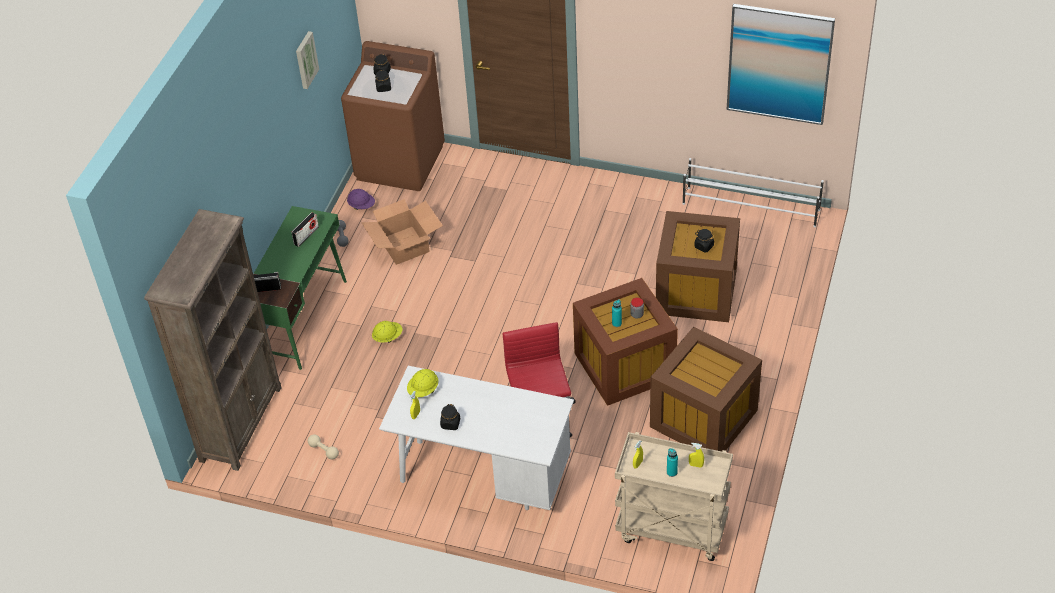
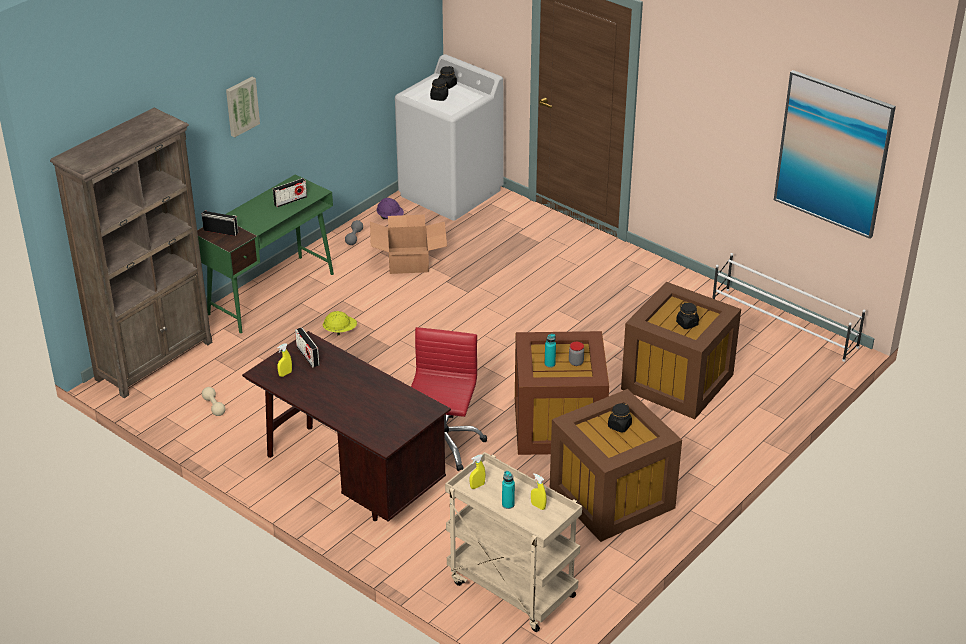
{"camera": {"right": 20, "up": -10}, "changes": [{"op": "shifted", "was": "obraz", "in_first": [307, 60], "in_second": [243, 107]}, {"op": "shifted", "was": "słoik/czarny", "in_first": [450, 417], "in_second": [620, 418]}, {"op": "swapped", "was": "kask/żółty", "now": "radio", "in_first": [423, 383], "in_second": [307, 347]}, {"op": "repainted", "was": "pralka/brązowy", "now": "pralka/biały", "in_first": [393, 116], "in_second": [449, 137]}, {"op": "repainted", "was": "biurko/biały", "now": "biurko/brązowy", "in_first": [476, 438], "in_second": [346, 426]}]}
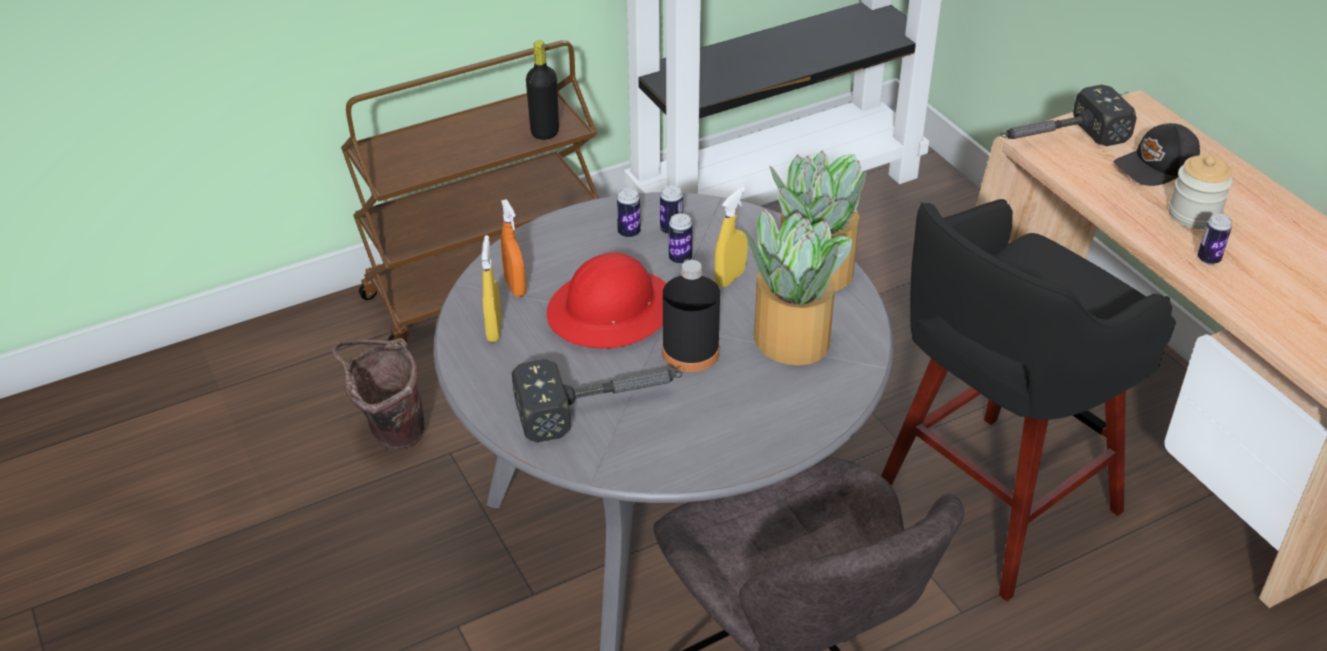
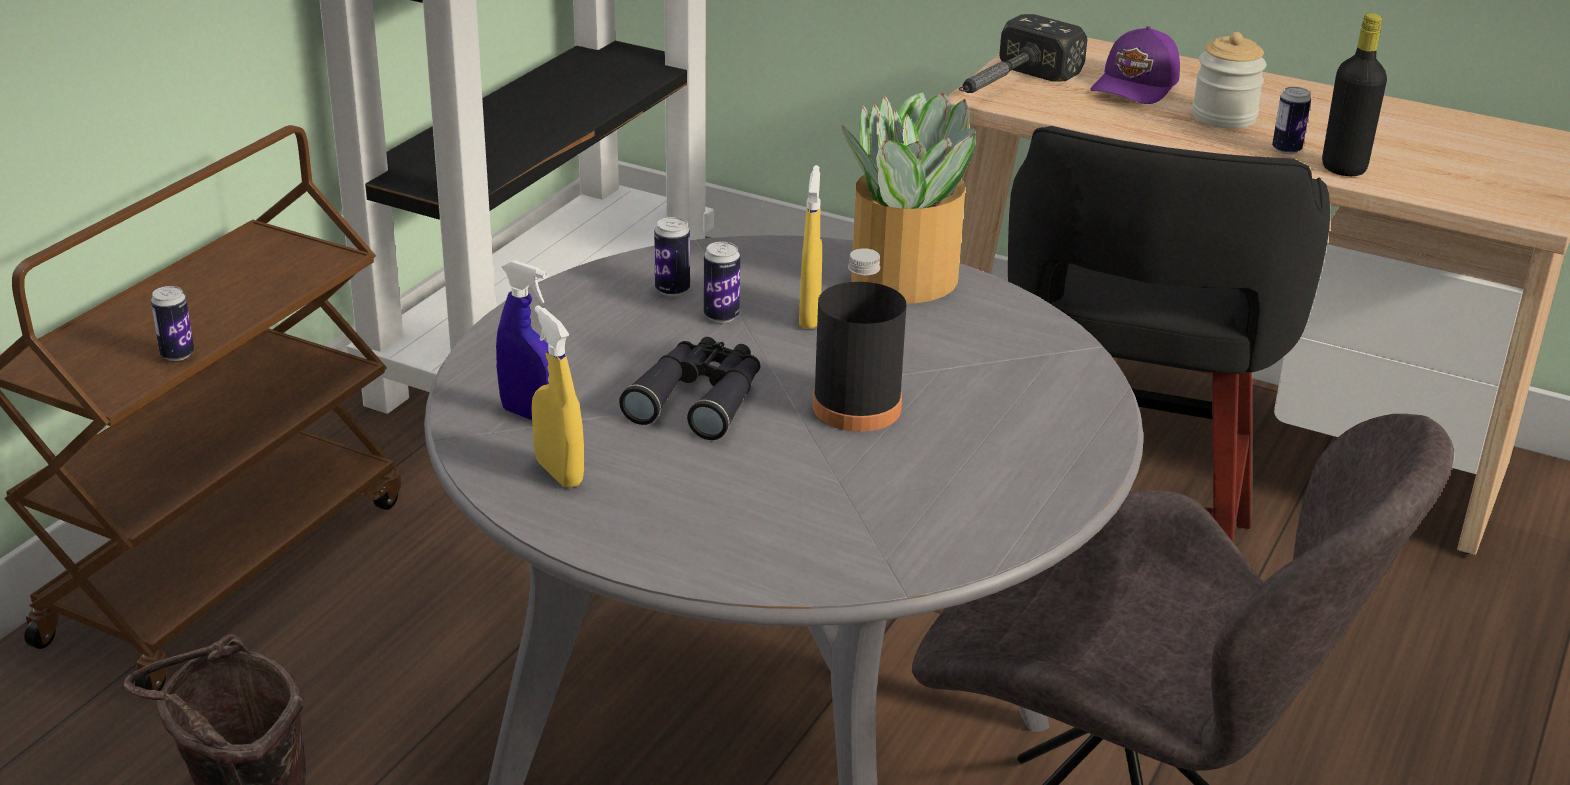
{"camera": {"right": -35, "up": -10}, "changes": [{"op": "gone", "was": "młotek", "in_first": [597, 400]}, {"op": "gone", "was": "roślina doniczkowa", "in_first": [798, 287]}, {"op": "shifted", "was": "butelka/czarny", "in_first": [542, 90], "in_second": [1354, 94]}, {"op": "shifted", "was": "puszka", "in_first": [629, 213], "in_second": [172, 323]}, {"op": "swapped", "was": "kask/czerwony", "now": "lornetka/czarny", "in_first": [606, 300], "in_second": [689, 388]}, {"op": "repainted", "was": "spryskiwacz/pomarańczowy", "now": "spryskiwacz/niebieski", "in_first": [513, 248], "in_second": [522, 340]}, {"op": "repainted", "was": "czapka z daszkiem/czarny", "now": "czapka z daszkiem/fioletowy", "in_first": [1156, 154], "in_second": [1135, 65]}]}
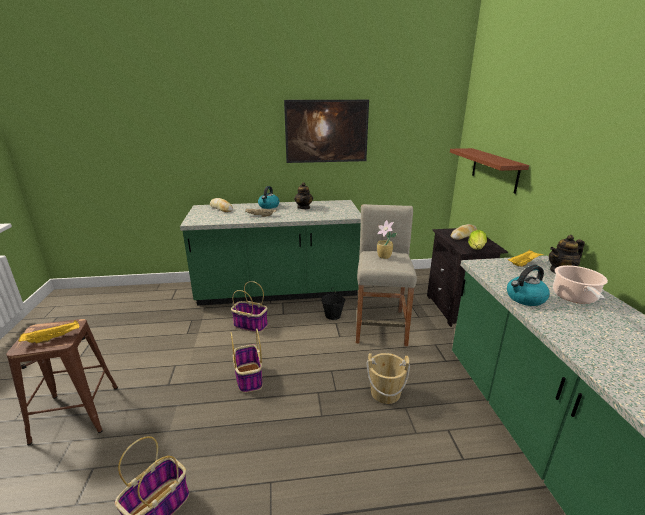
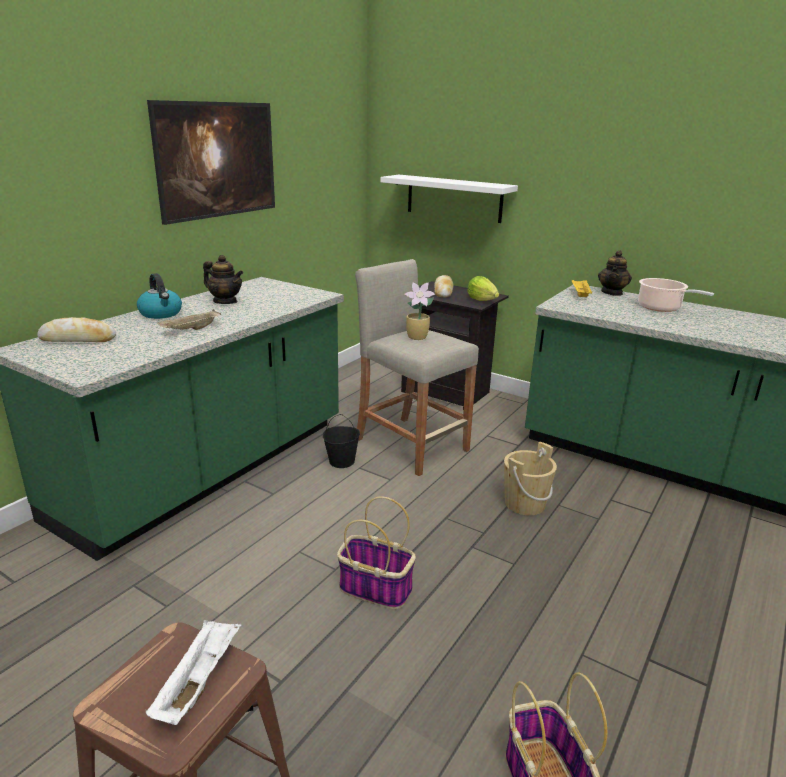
{"camera": {"right": -50, "up": 0}, "changes": [{"op": "gone", "was": "koszyk", "in_first": [249, 307]}, {"op": "gone", "was": "czajnik", "in_first": [528, 285]}, {"op": "repainted", "was": "taca/żółty", "now": "taca/biały", "in_first": [48, 331], "in_second": [193, 672]}, {"op": "repainted", "was": "półka/brązowy", "now": "półka/biały", "in_first": [489, 171], "in_second": [449, 199]}]}
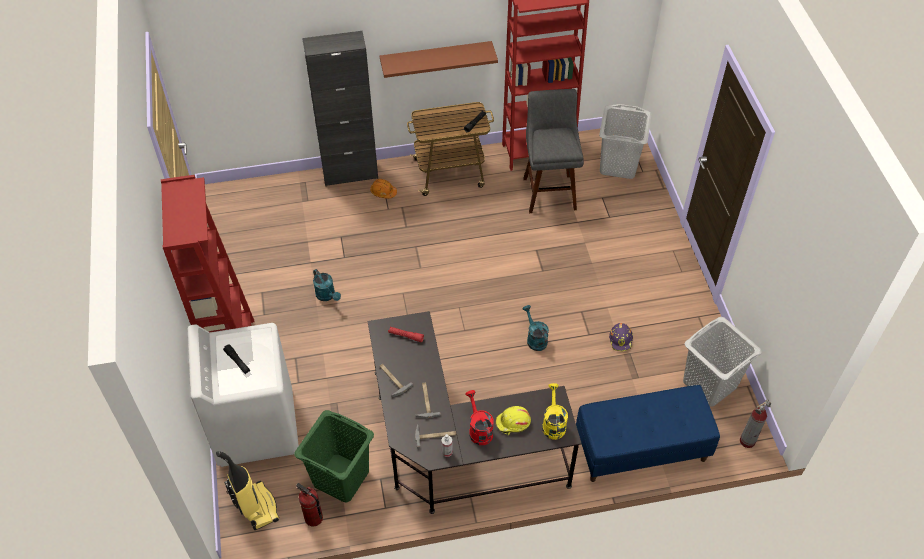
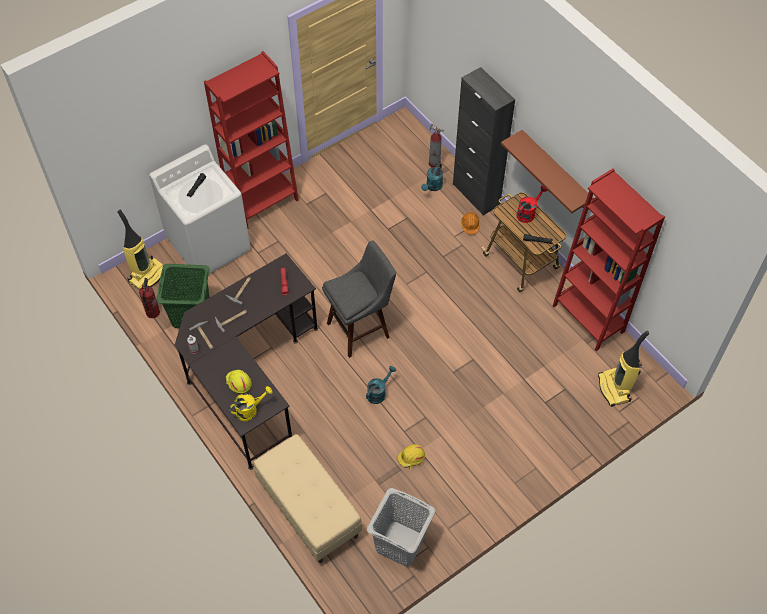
{"camera": {"right": 65, "up": 5}, "changes": [{"op": "shifted", "was": "konewka/turkusowy", "in_first": [327, 285], "in_second": [432, 177]}, {"op": "shifted", "was": "konewka/czerwony", "in_first": [480, 417], "in_second": [532, 204]}, {"op": "shifted", "was": "stołek/szary", "in_first": [553, 151], "in_second": [359, 299]}, {"op": "shifted", "was": "gaśnica", "in_first": [755, 423], "in_second": [436, 145]}, {"op": "swapped", "was": "kosz na pranie/szary", "now": "odkurzacz", "in_first": [625, 141], "in_second": [623, 369]}, {"op": "repainted", "was": "ławka/niebieski", "now": "ławka/beżowy", "in_first": [648, 433], "in_second": [307, 498]}, {"op": "repainted", "was": "kask/fioletowy", "now": "kask/żółty", "in_first": [621, 337], "in_second": [411, 456]}]}
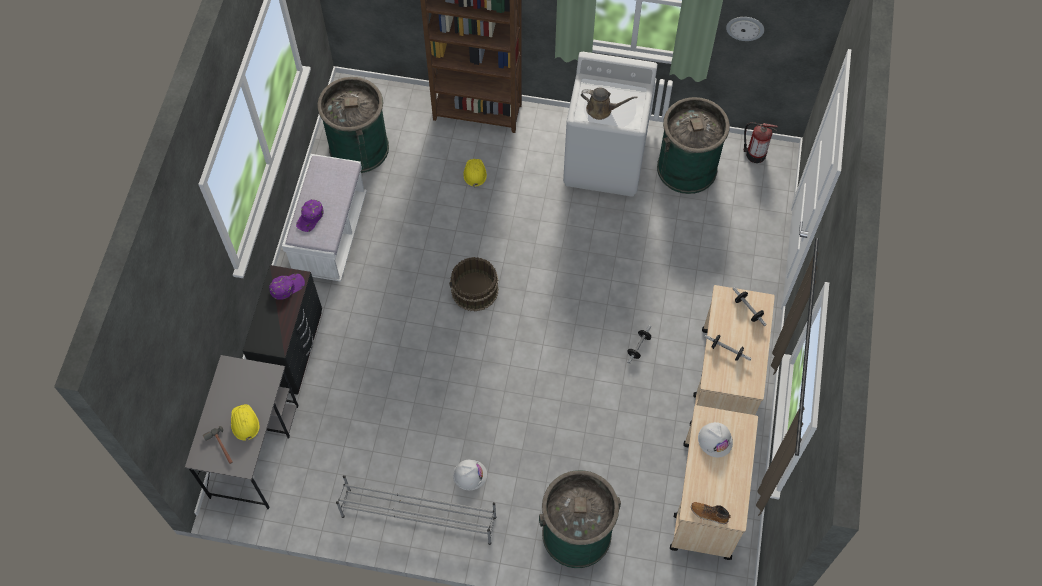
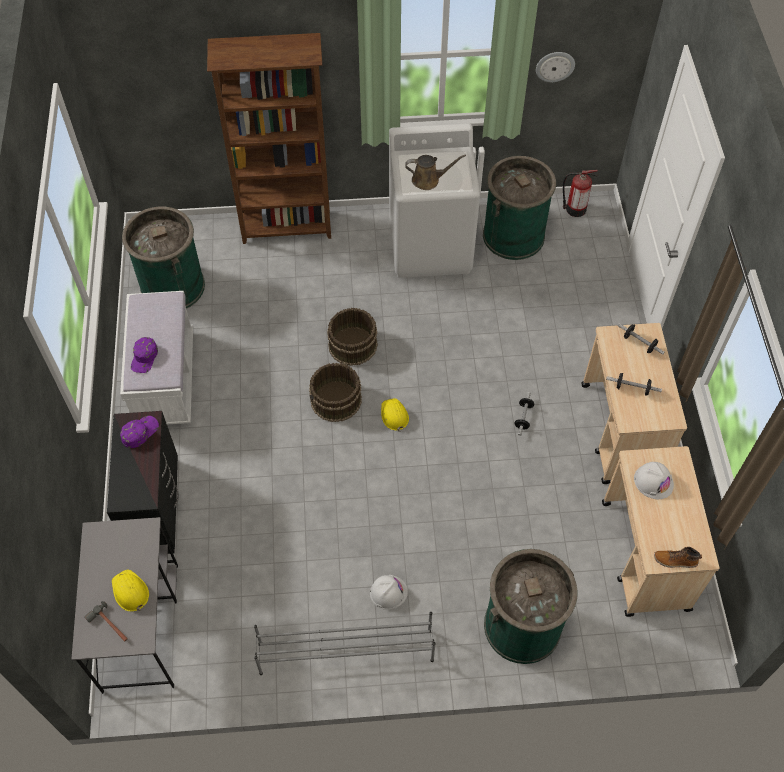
{"camera": {"right": -15, "up": -5}, "changes": [{"op": "new", "now": "wiadro/brązowy", "in_second": [352, 337]}, {"op": "shifted", "was": "kask/żółty", "in_first": [475, 173], "in_second": [395, 415]}]}
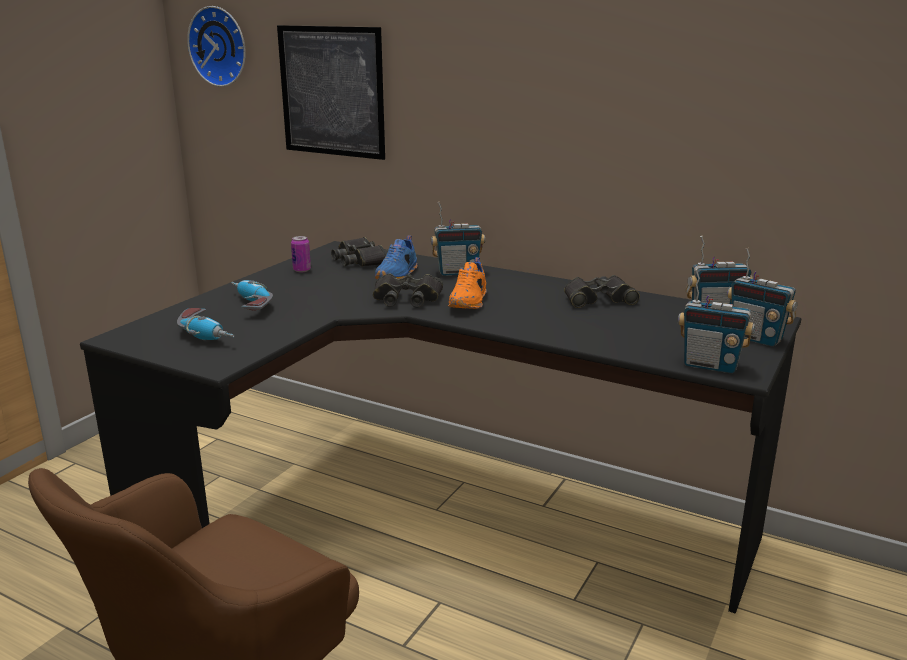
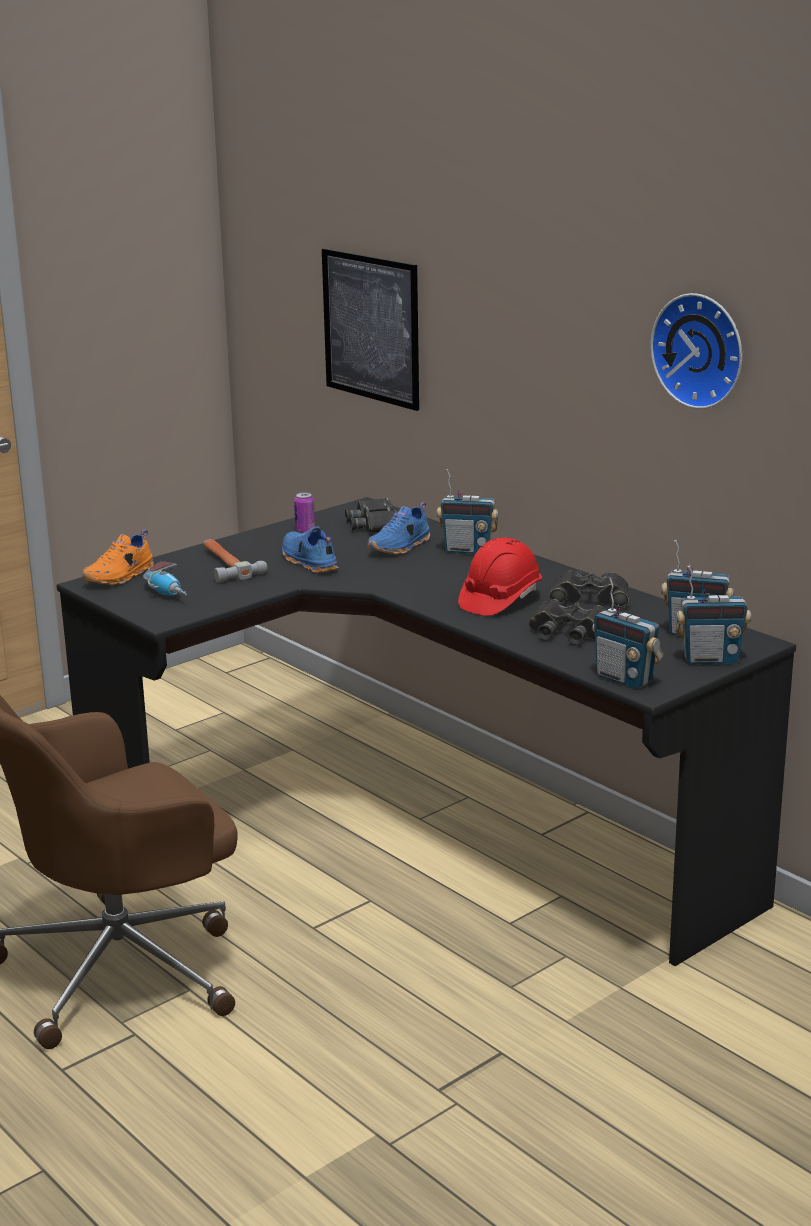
{"camera": {"right": 20, "up": 0}, "changes": [{"op": "new", "now": "but/niebieski", "in_second": [310, 549]}, {"op": "new", "now": "kask/czerwony", "in_second": [500, 576]}, {"op": "shifted", "was": "zegar ścienny", "in_first": [216, 46], "in_second": [696, 351]}, {"op": "shifted", "was": "lornetka/czarny", "in_first": [408, 290], "in_second": [568, 622]}, {"op": "shifted", "was": "but/pomarańczowy", "in_first": [467, 283], "in_second": [118, 557]}, {"op": "swapped", "was": "wiertarka", "now": "młotek", "in_first": [252, 295], "in_second": [235, 561]}, {"op": "rotated", "was": "radio", "in_first": [762, 297], "in_second": [713, 615], "clockwise": -60}]}
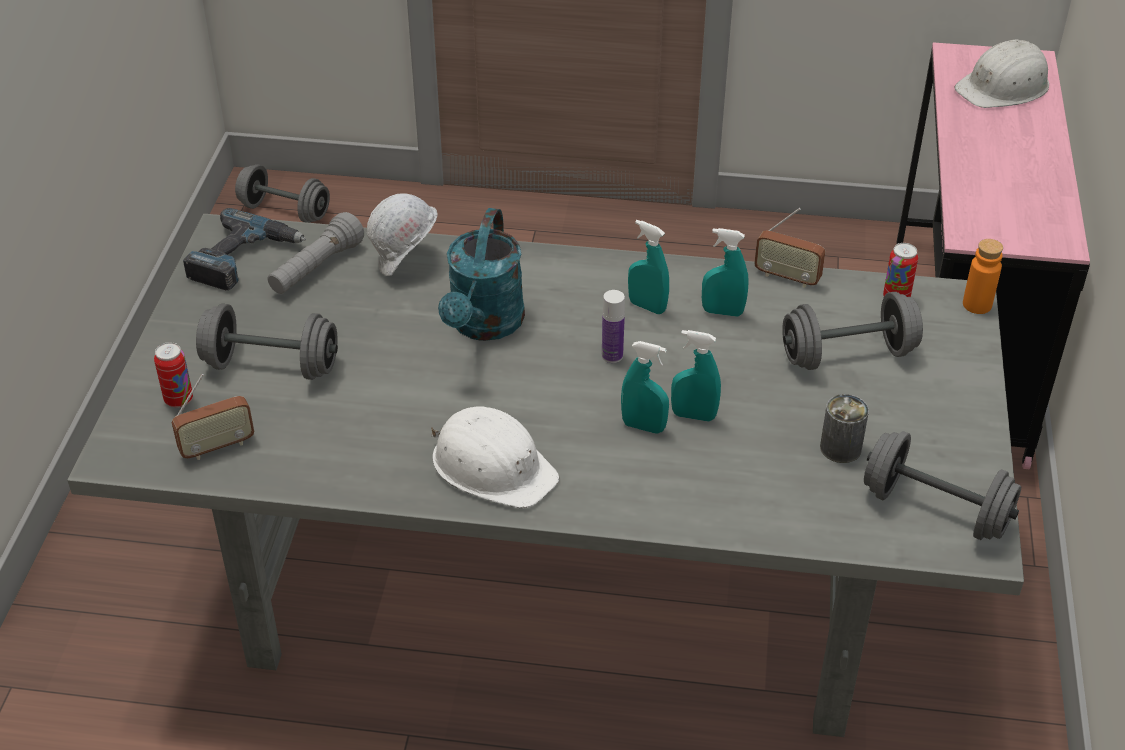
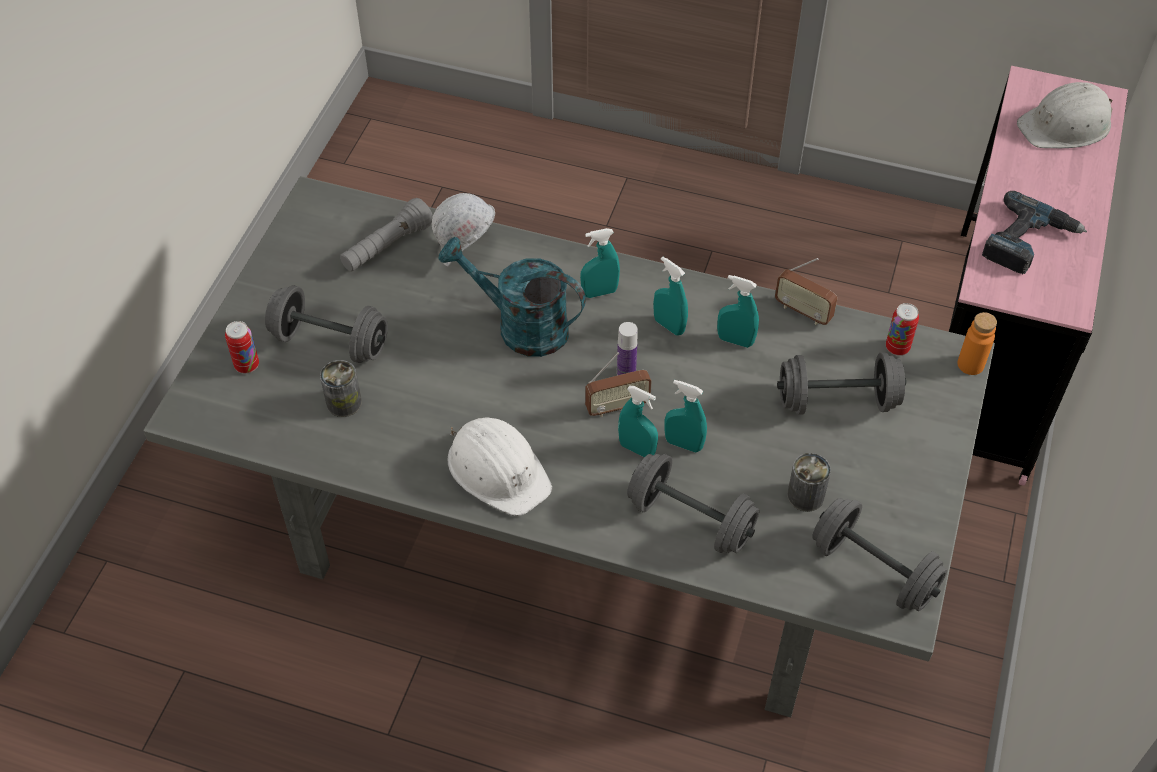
{"camera": {"right": 10, "up": 10}, "changes": [{"op": "new", "now": "puszka", "in_second": [341, 388]}, {"op": "new", "now": "spryskiwacz/turkusowy", "in_second": [600, 263]}, {"op": "shifted", "was": "radio", "in_first": [213, 417], "in_second": [618, 384]}, {"op": "shifted", "was": "wiertarka", "in_first": [244, 249], "in_second": [1034, 232]}, {"op": "shifted", "was": "hantel/szary", "in_first": [282, 193], "in_second": [693, 503]}, {"op": "rotated", "was": "konewka/turkusowy", "in_first": [481, 274], "in_second": [512, 297], "clockwise": 90}]}
